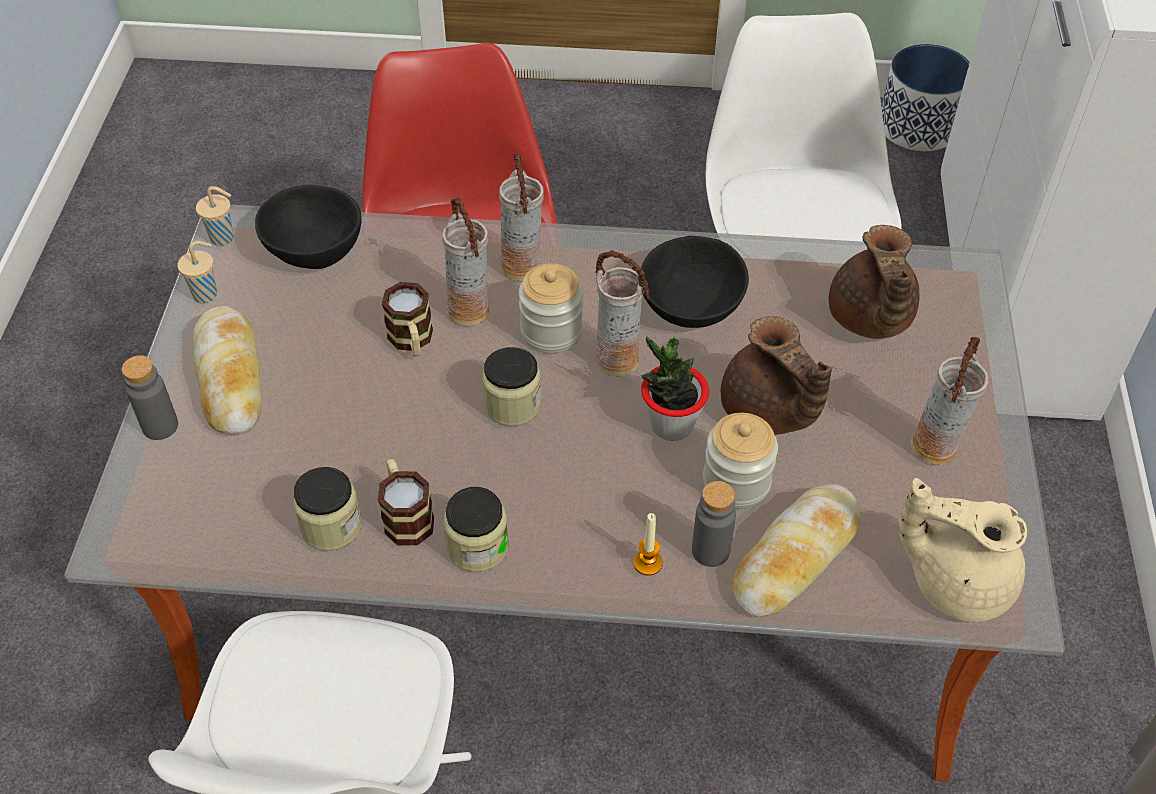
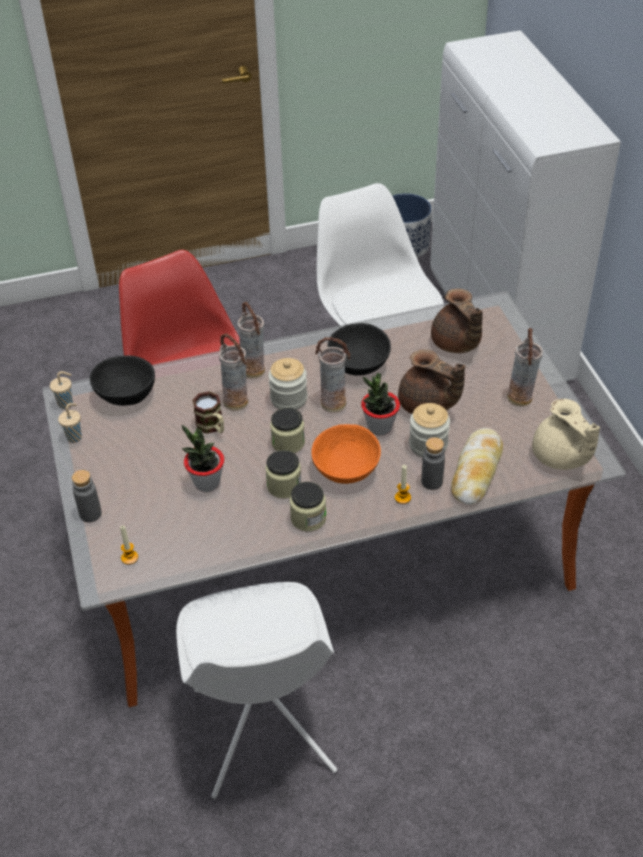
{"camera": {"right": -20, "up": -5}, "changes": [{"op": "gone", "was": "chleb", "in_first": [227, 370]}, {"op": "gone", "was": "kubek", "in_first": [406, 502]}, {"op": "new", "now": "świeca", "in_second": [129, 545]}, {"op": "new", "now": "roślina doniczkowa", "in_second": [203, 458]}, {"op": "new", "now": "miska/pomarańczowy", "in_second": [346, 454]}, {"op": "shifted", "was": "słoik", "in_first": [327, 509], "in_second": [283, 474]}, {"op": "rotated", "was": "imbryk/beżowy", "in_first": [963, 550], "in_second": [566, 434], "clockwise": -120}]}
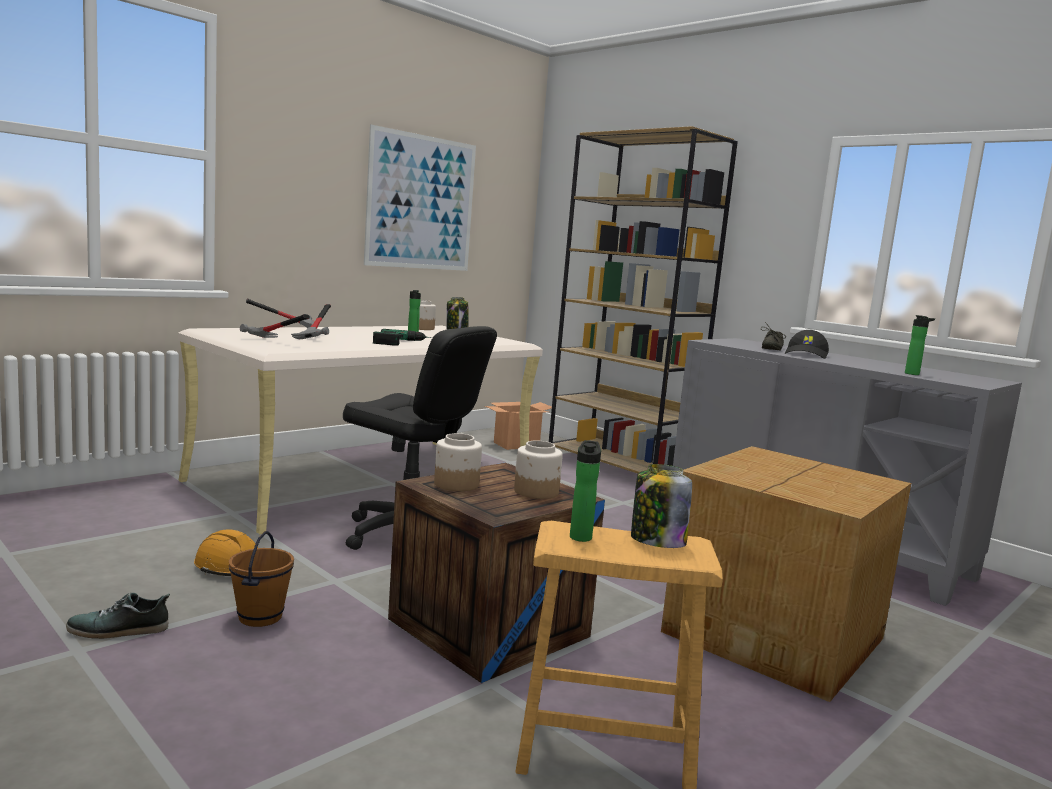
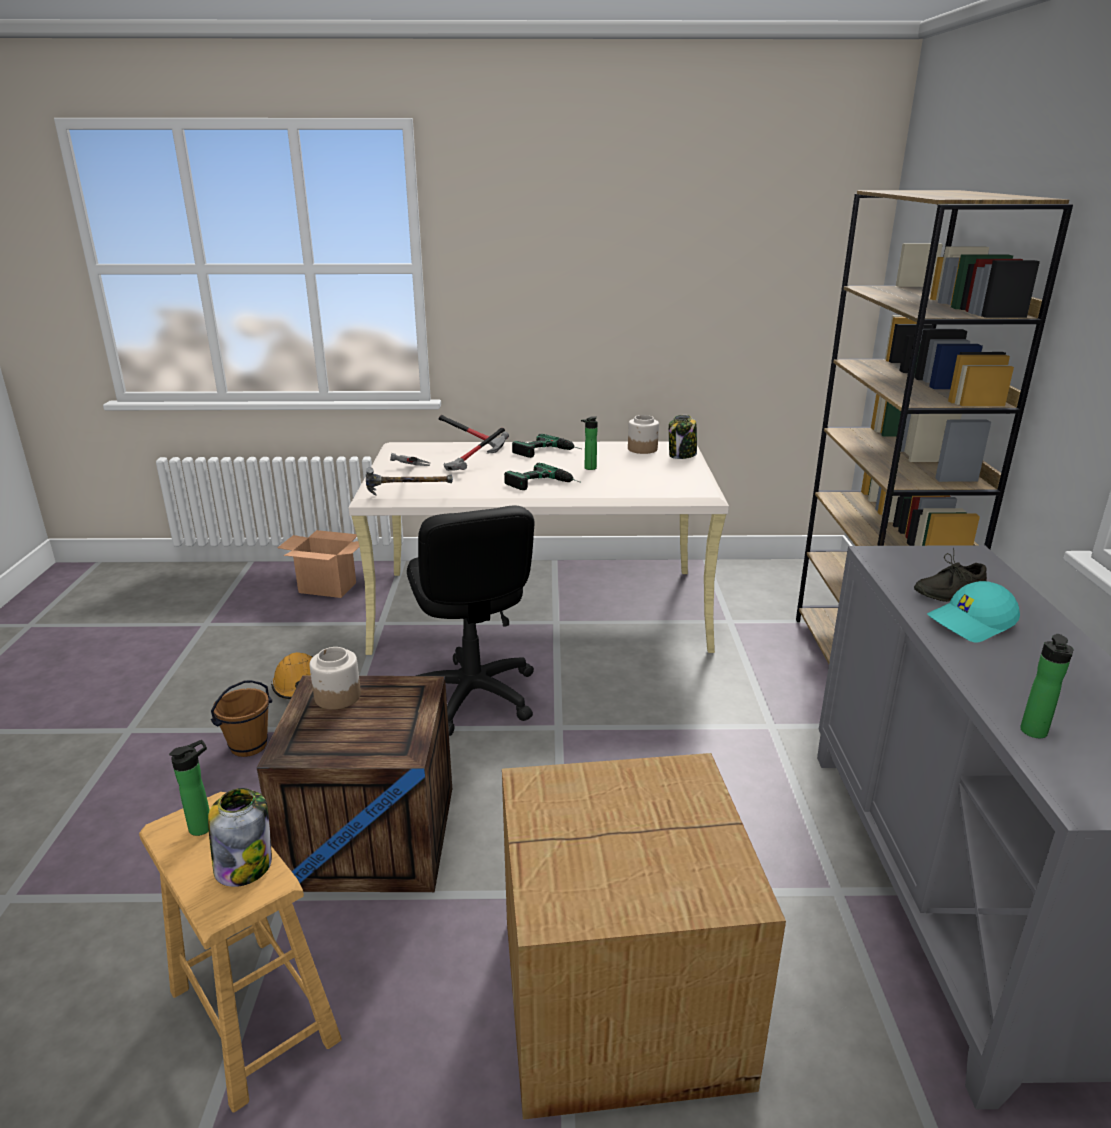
{"camera": {"right": 45, "up": 15}, "changes": [{"op": "gone", "was": "but", "in_first": [118, 616]}, {"op": "gone", "was": "obraz", "in_first": [420, 198]}, {"op": "gone", "was": "słoik", "in_first": [538, 470]}, {"op": "new", "now": "młotek", "in_second": [409, 481]}, {"op": "new", "now": "wiertarka", "in_second": [546, 446]}, {"op": "shifted", "was": "karton", "in_first": [518, 426], "in_second": [318, 564]}, {"op": "repainted", "was": "czapka z daszkiem/czarny", "now": "czapka z daszkiem/turkusowy", "in_first": [807, 344], "in_second": [973, 612]}]}
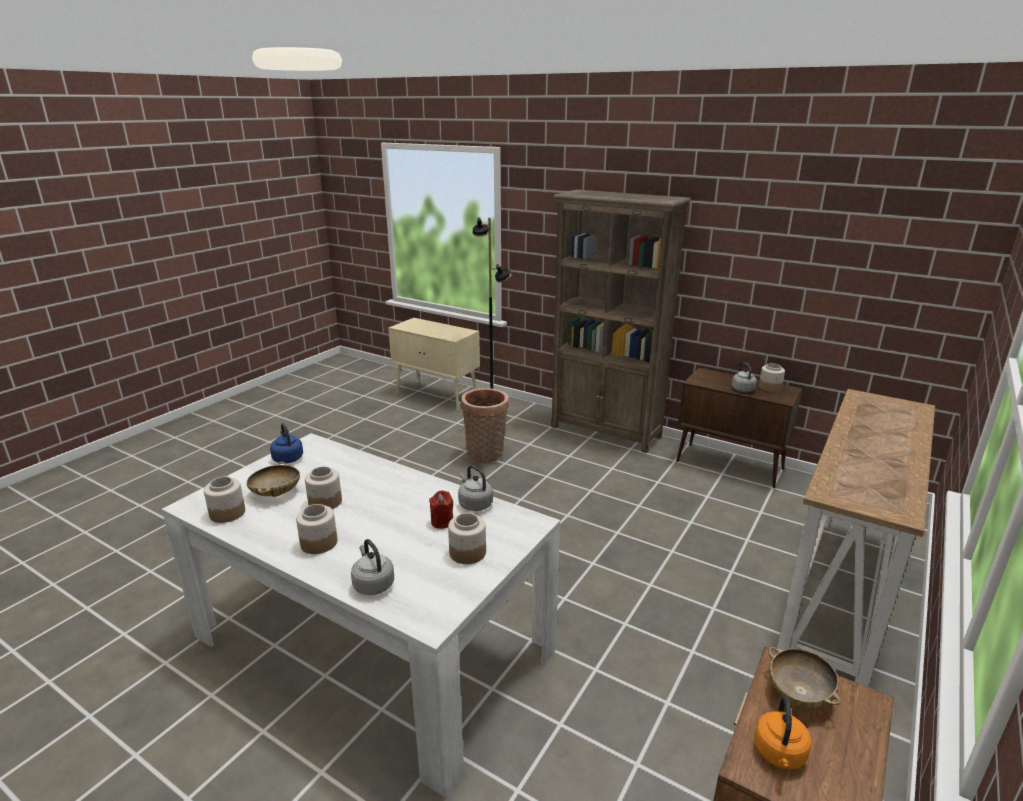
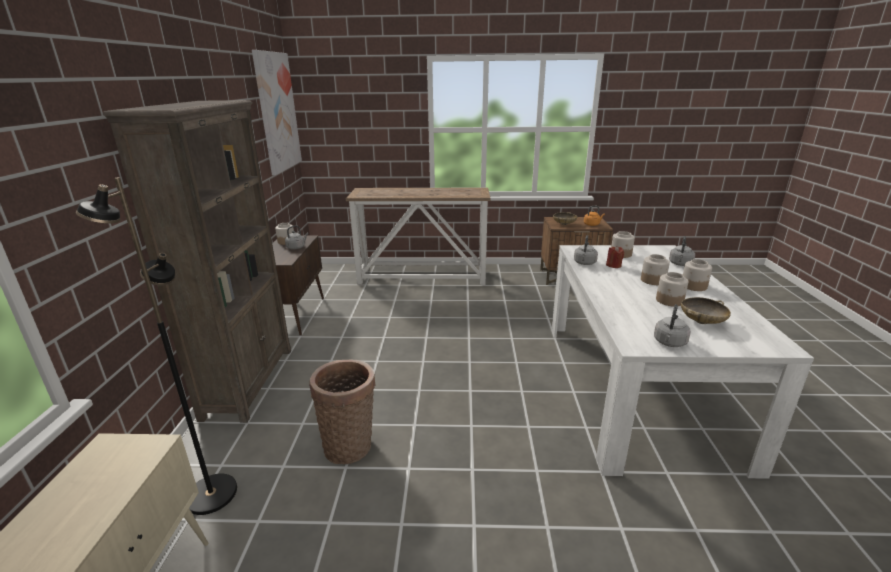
{"camera": {"right": -120, "up": 0}, "changes": [{"op": "new", "now": "obraz", "in_second": [277, 112]}, {"op": "shifted", "was": "słoik", "in_first": [224, 499], "in_second": [655, 269]}, {"op": "repainted", "was": "czajnik/niebieski", "now": "czajnik/szary", "in_first": [286, 443], "in_second": [672, 325]}]}
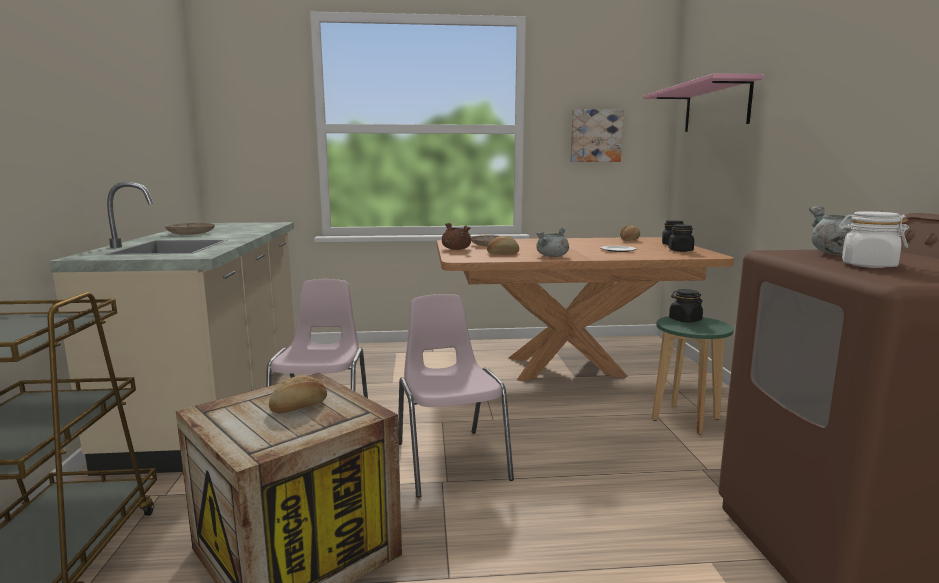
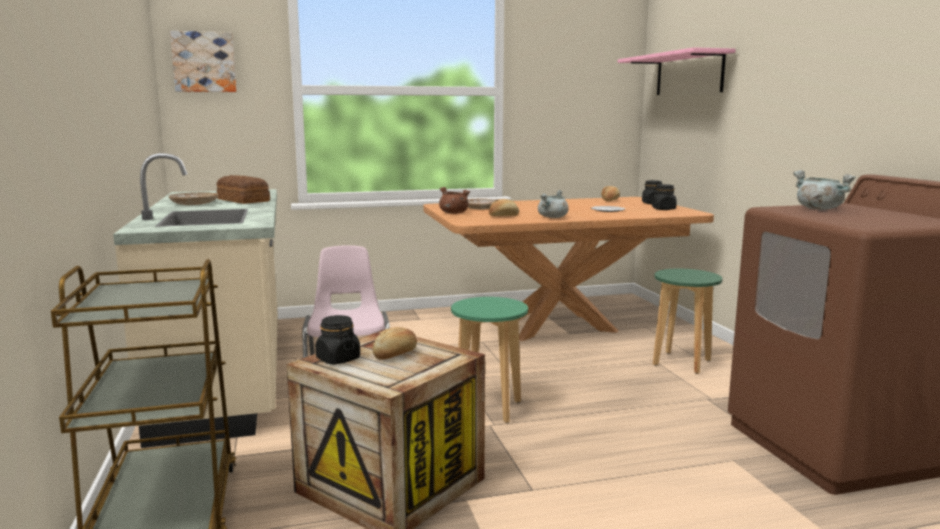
{"camera": {"right": -10, "up": 0}, "changes": [{"op": "gone", "was": "słoik/biały", "in_first": [873, 239]}, {"op": "new", "now": "chleb", "in_second": [243, 189]}, {"op": "shifted", "was": "obraz", "in_first": [597, 135], "in_second": [203, 61]}, {"op": "shifted", "was": "słoik/czarny", "in_first": [686, 305], "in_second": [338, 339]}, {"op": "swapped", "was": "krzesło/różowy", "now": "stołek/zielony", "in_first": [456, 396], "in_second": [489, 360]}]}
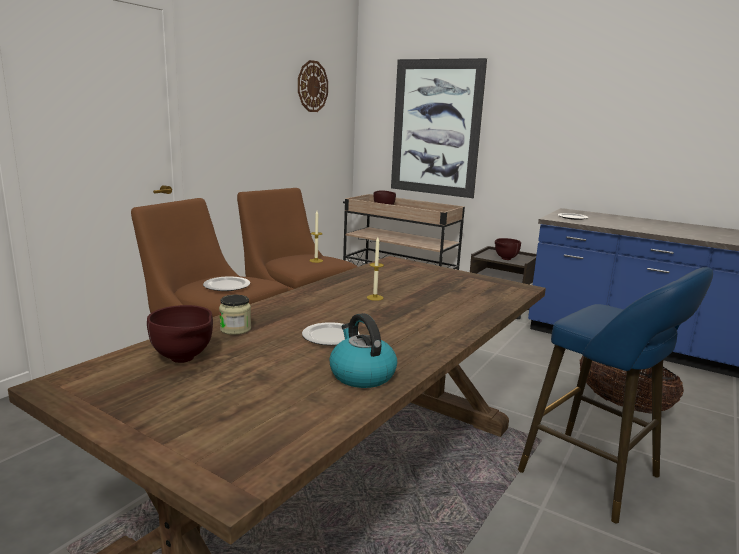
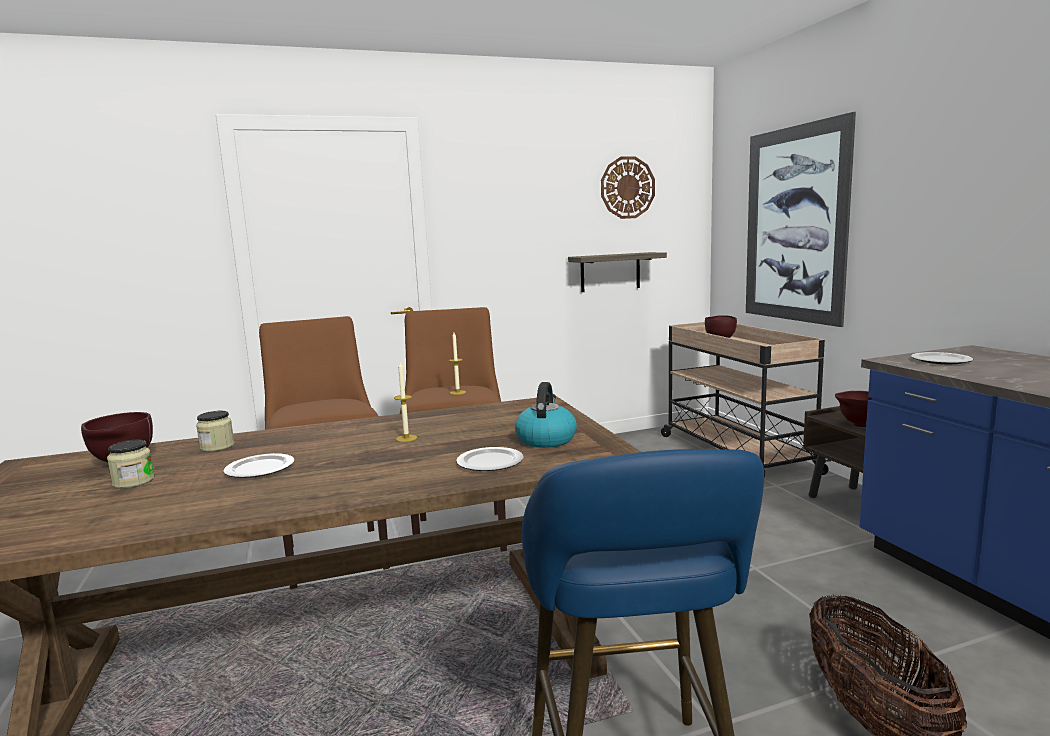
{"camera": {"right": 40, "up": -5}, "changes": [{"op": "new", "now": "słoik", "in_second": [130, 464]}, {"op": "new", "now": "półka", "in_second": [617, 272]}, {"op": "shifted", "was": "talerz", "in_first": [226, 283], "in_second": [489, 459]}, {"op": "shifted", "was": "czajnik", "in_first": [363, 350], "in_second": [546, 415]}]}
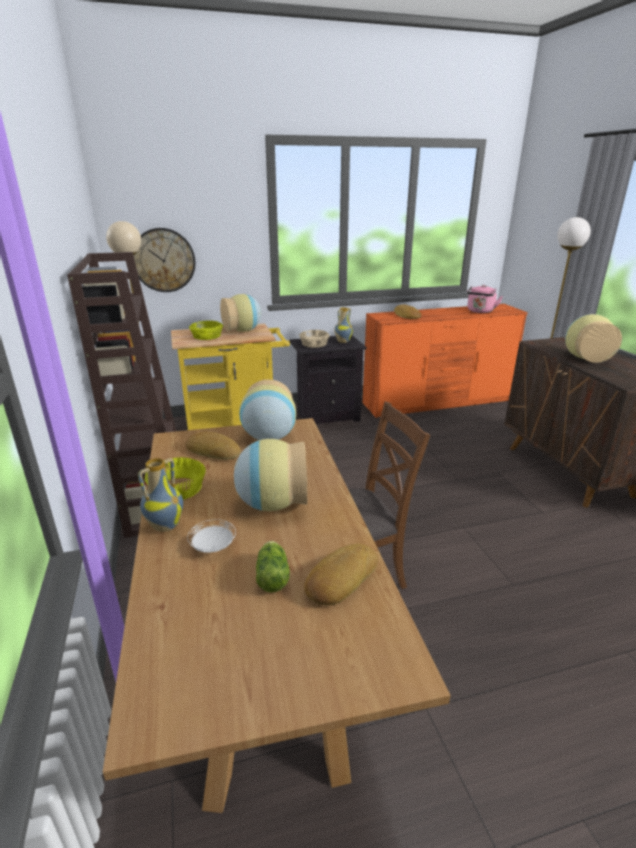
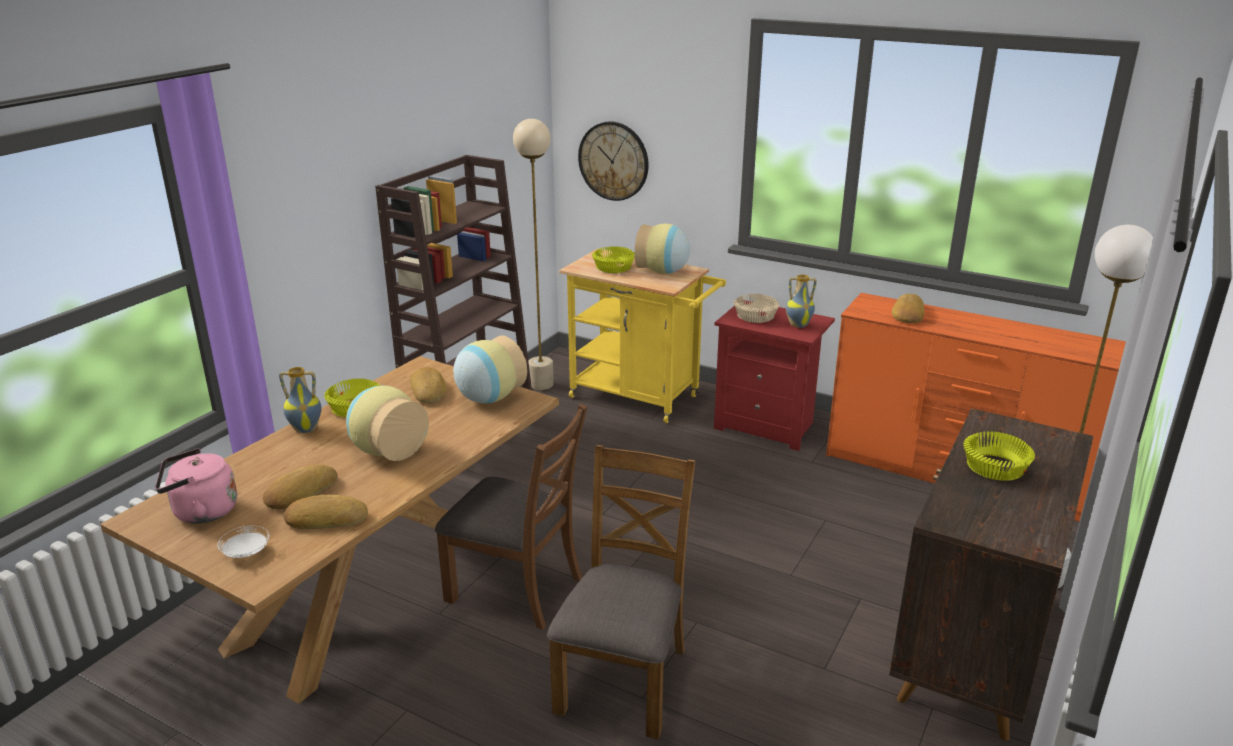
{"camera": {"right": 45, "up": 0}, "changes": [{"op": "new", "now": "krzesło/brązowy", "in_second": [621, 592]}, {"op": "shifted", "was": "talerz/biały", "in_first": [211, 536], "in_second": [243, 542]}, {"op": "shifted", "was": "czajnik/różowy", "in_first": [485, 299], "in_second": [196, 486]}, {"op": "swapped", "was": "sałata", "now": "chleb", "in_first": [273, 566], "in_second": [300, 487]}, {"op": "swapped", "was": "wazon", "now": "miska/żółty", "in_first": [593, 338], "in_second": [999, 456]}, {"op": "repainted", "was": "szafka nocna/czarny", "now": "szafka nocna/czerwony", "in_first": [328, 380], "in_second": [774, 375]}]}
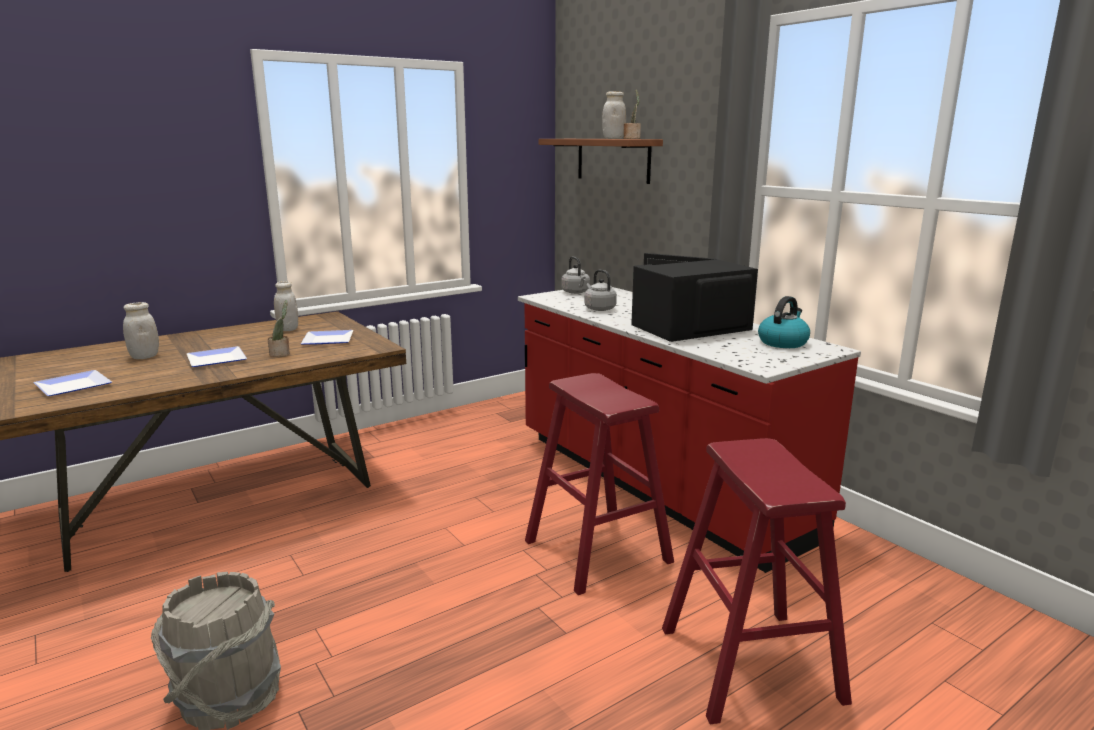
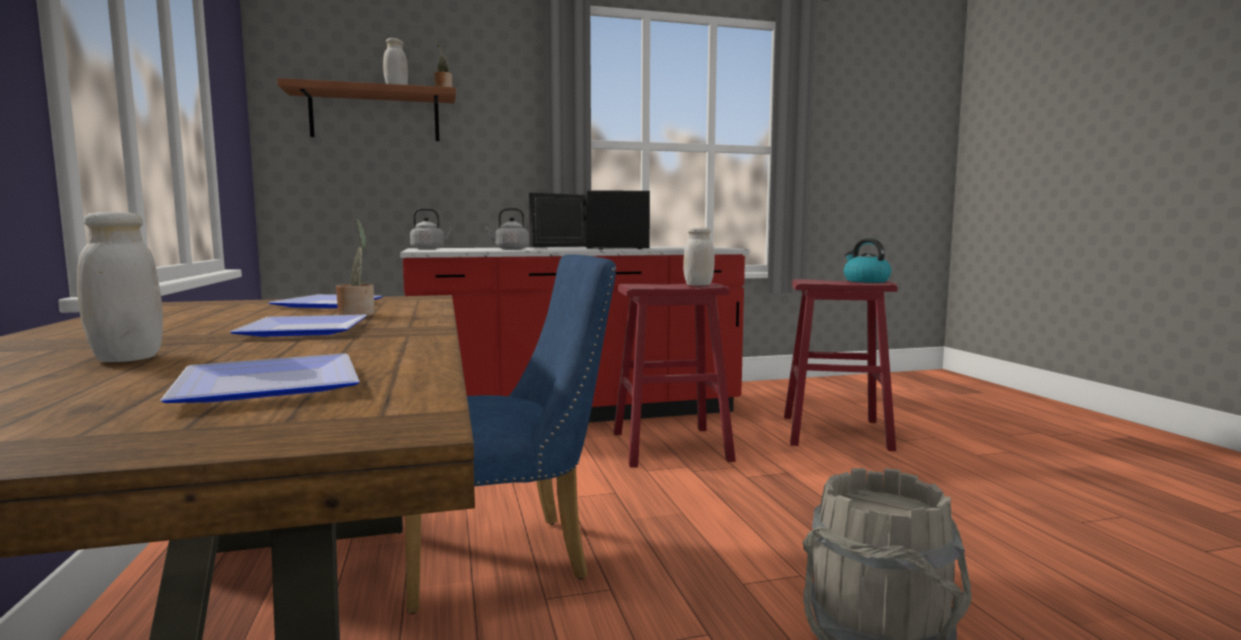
{"camera": {"right": -70, "up": -10}, "changes": [{"op": "new", "now": "krzesło/niebieski", "in_second": [510, 434]}, {"op": "shifted", "was": "słoik/biały", "in_first": [286, 306], "in_second": [699, 256]}, {"op": "shifted", "was": "czajnik", "in_first": [784, 322], "in_second": [868, 260]}]}
